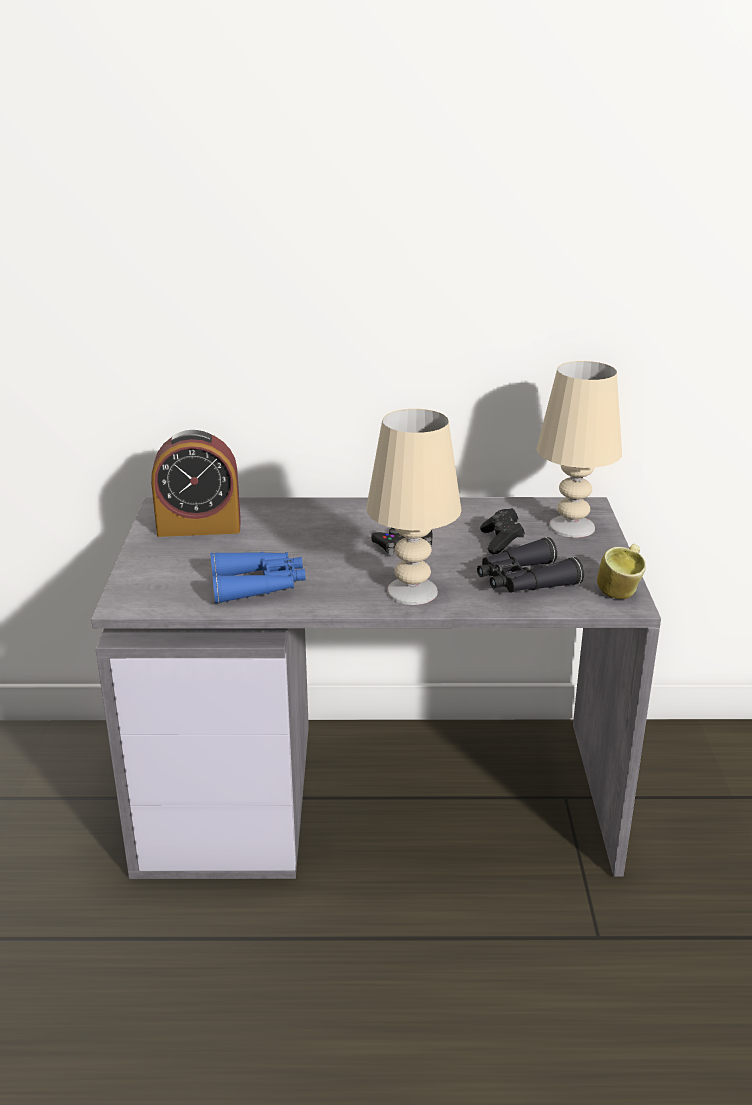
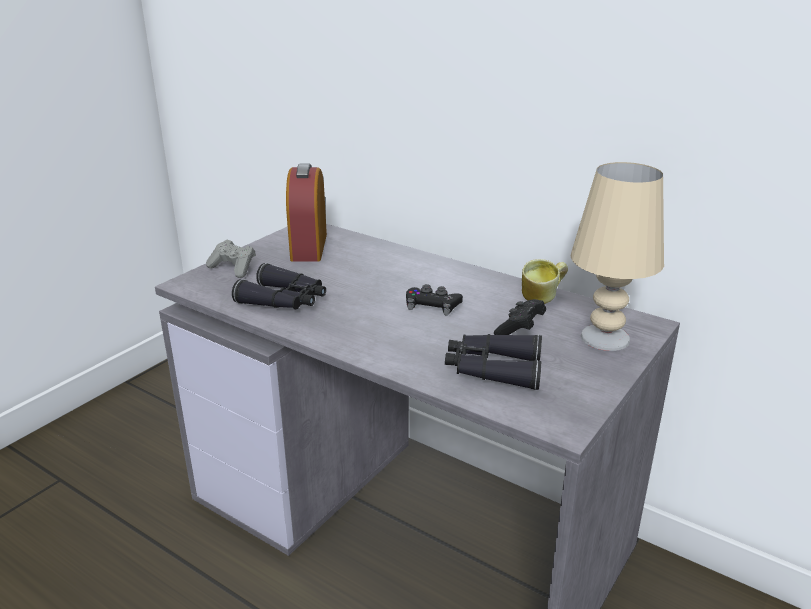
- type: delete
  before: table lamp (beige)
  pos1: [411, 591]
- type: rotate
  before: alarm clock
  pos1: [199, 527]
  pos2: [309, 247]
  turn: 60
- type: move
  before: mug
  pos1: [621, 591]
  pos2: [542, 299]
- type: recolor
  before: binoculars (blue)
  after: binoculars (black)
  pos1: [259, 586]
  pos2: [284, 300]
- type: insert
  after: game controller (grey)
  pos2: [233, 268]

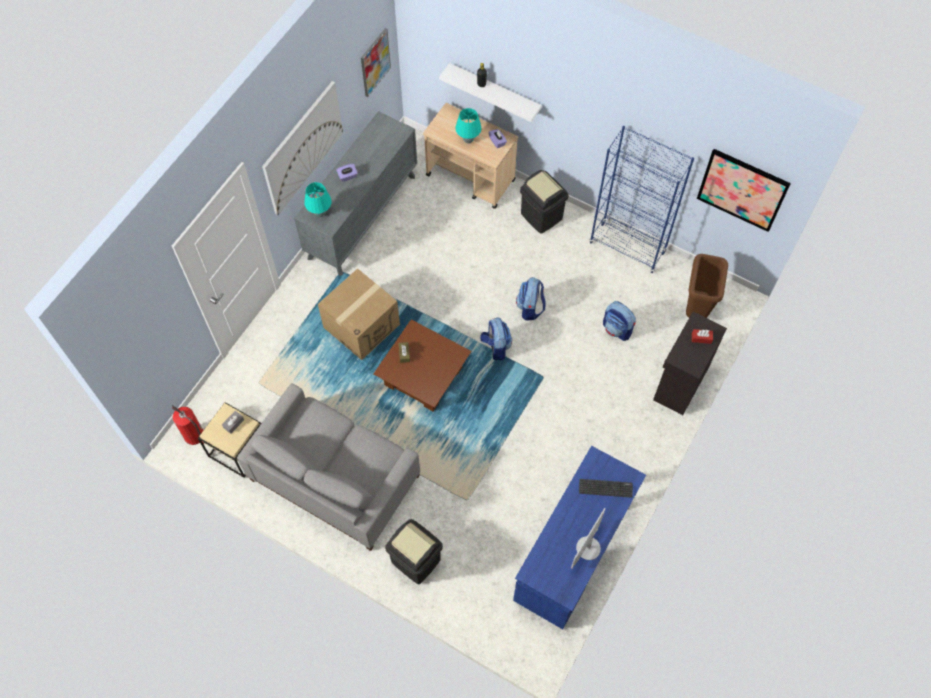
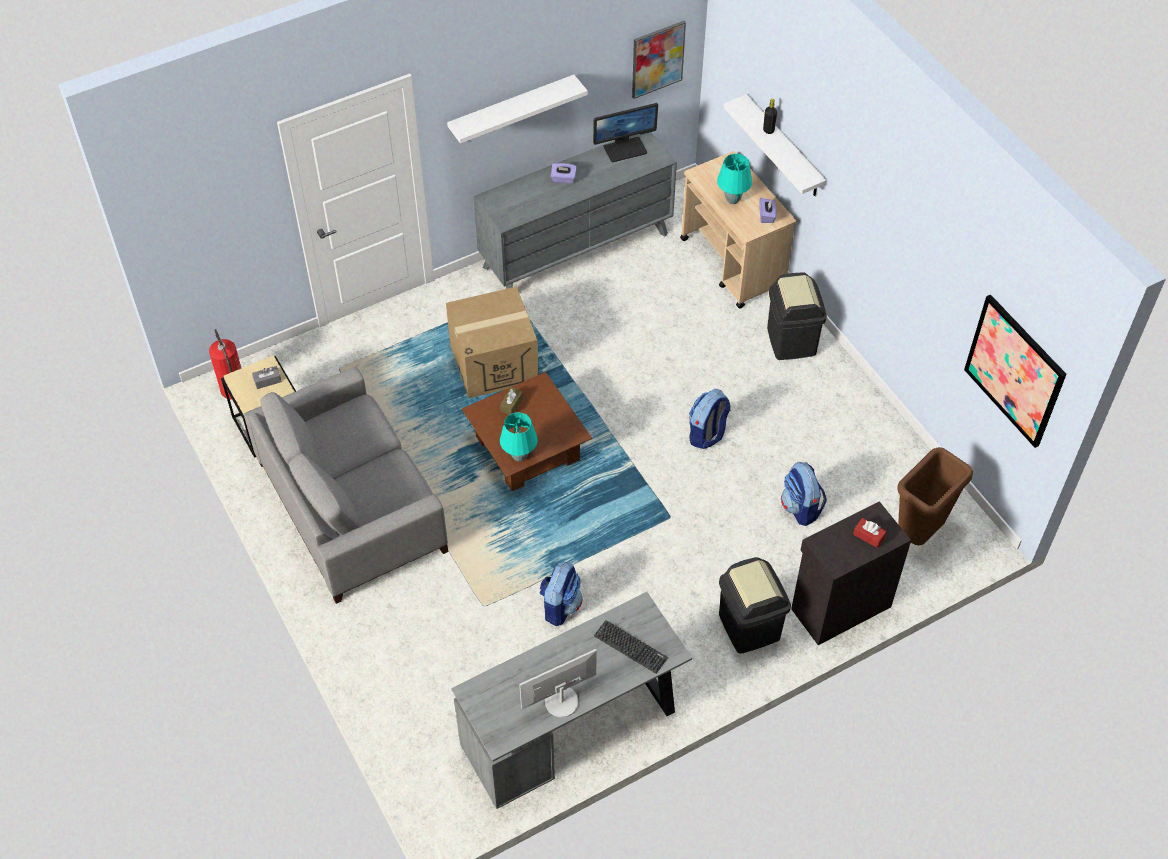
- type: replace
  before: picture
  after: shelf (white)
  pos1: [303, 148]
  pos2: [511, 110]
- type: delete
  before: bookcase (blue)
  pos1: [627, 247]
- type: move
  before: table lamp (turquoise)
  pos1: [320, 213]
  pos2: [519, 456]
- type: move
  before: backpack
  pos1: [496, 346]
  pos2: [560, 606]
- type: recolor
  before: desk (blue)
  after: desk (grey)
  pos1: [574, 550]
  pos2: [573, 728]
- type: move
  before: trash can (black)
  pos1: [415, 561]
  pos2: [748, 627]
- type: insert
  after: monitor
  pos2: [625, 149]

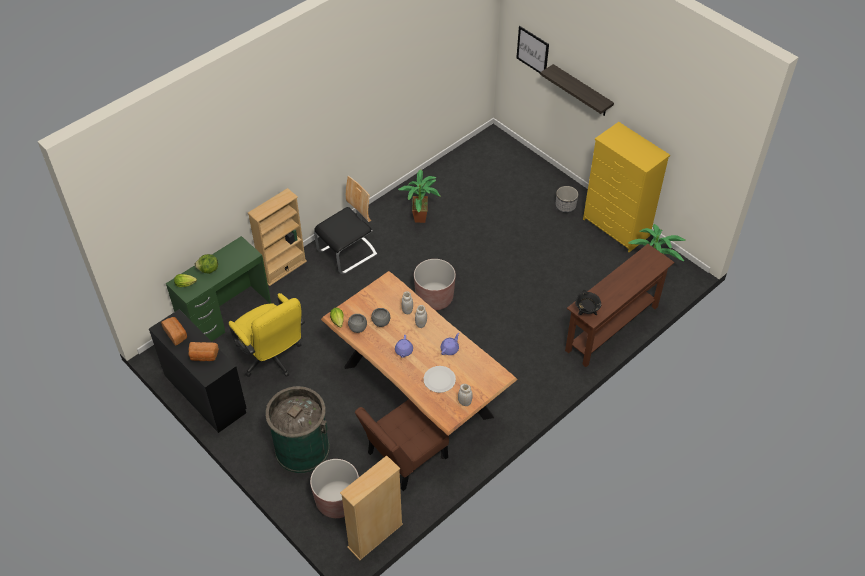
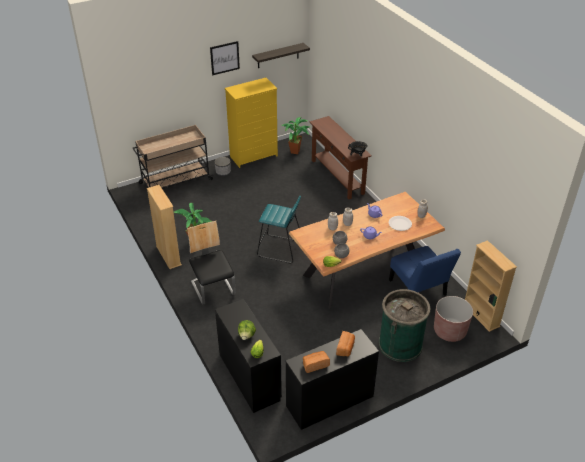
- type: move
  before: picture
  pos1: [532, 51]
  pos2: [224, 58]
- type: move
  before: shelf
  pos1: [581, 91]
  pos2: [278, 55]
- type: move
  before: bookcase (beige)
  pos1: [283, 269]
  pos2: [168, 256]
- type: recolor
  before: desk (green)
  after: desk (black)
  pos1: [226, 316]
  pos2: [249, 377]
- type: replace
  before: planter (brown)
  after: stool (turquoise)
  pos1: [434, 298]
  pos2: [280, 249]
- type: delete
  before: office chair (yellow)
  pos1: [272, 358]
- type: recolor
  before: chair (brown)
  after: chair (blue)
  pos1: [403, 458]
  pos2: [419, 290]
- type: insert
  after: cart (beige)
  pos2: [175, 182]

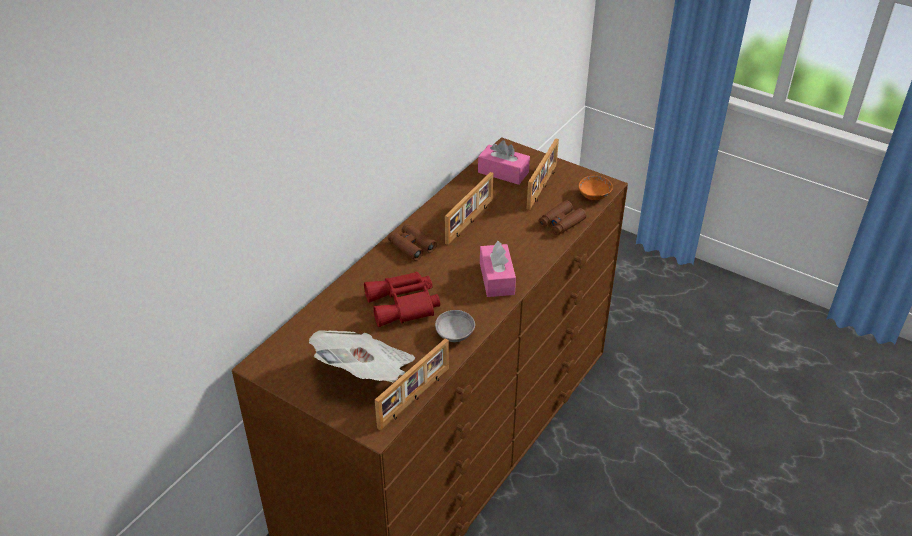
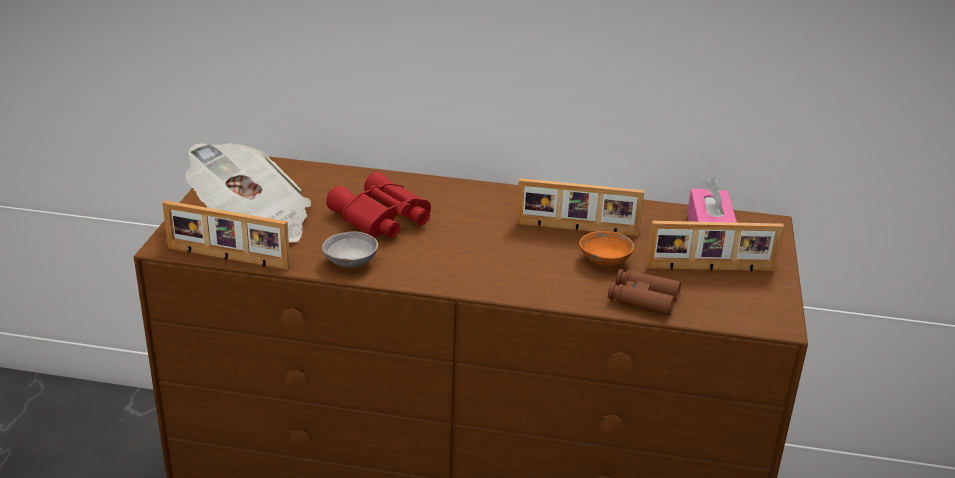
- type: move
  before: bowl (orange)
  pos1: [594, 195]
  pos2: [605, 260]
- type: delete
  before: binoculars (brown)
  pos1: [411, 246]
- type: delete
  before: tissue box (pink)
  pos1: [497, 278]

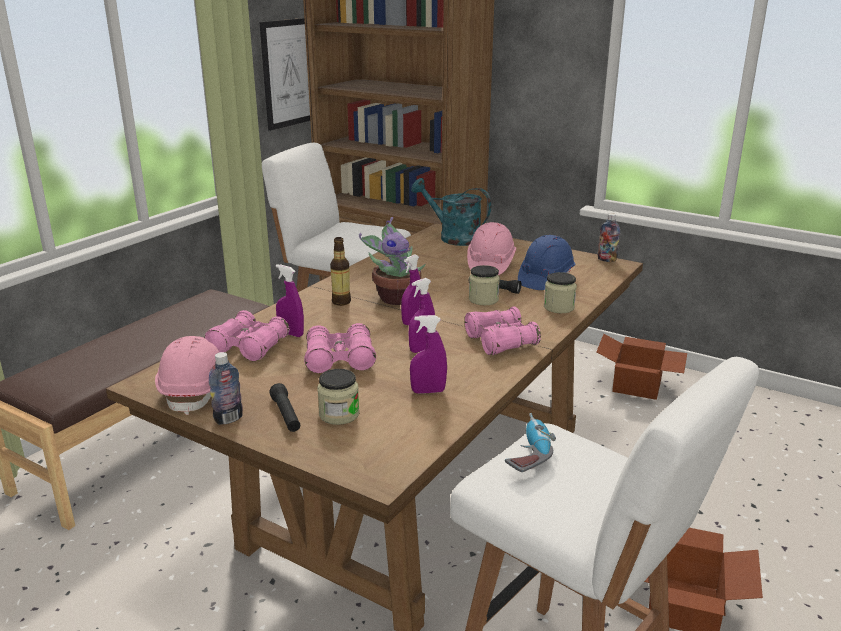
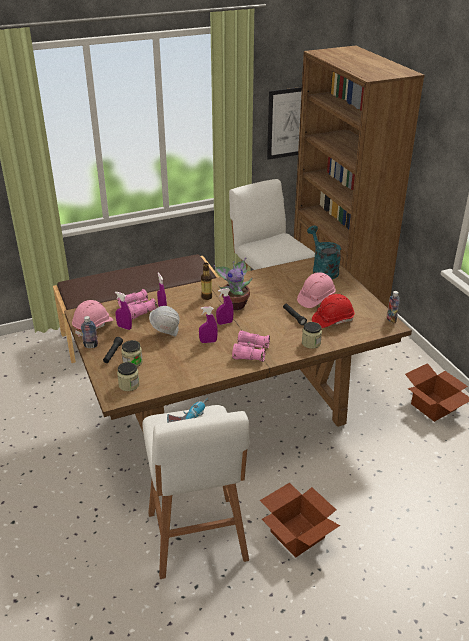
- type: recolor
  before: hard hat (blue)
  after: hard hat (red)
  pos1: [545, 279]
  pos2: [332, 320]
- type: move
  before: jar
  pos1: [483, 299]
  pos2: [129, 385]
- type: move
  before: spray bottle (purple)
  pos1: [428, 391]
  pos2: [124, 327]
- type: replace
  before: binoculars (pink)
  after: hard hat (white)
  pos1: [340, 359]
  pos2: [166, 333]

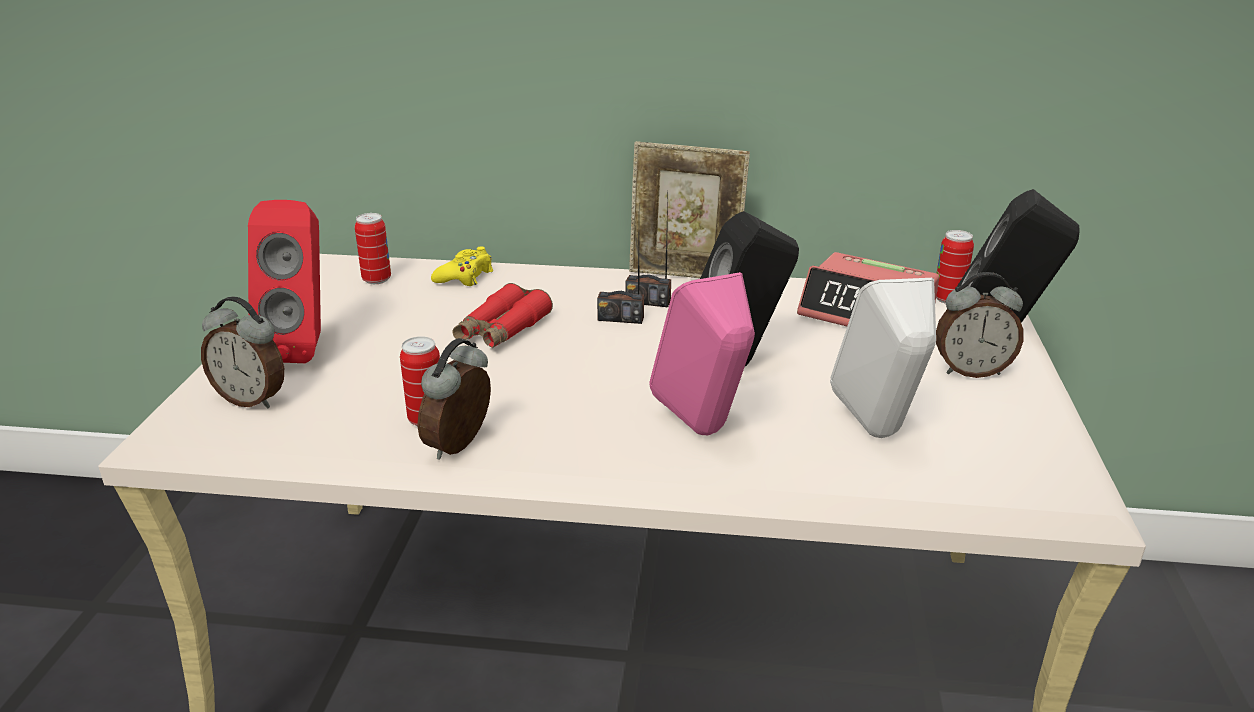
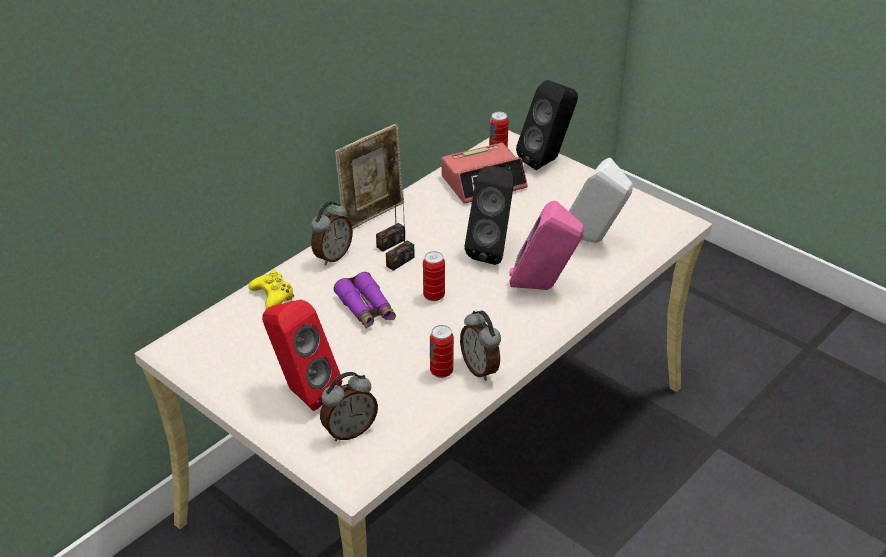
- type: move
  before: can
  pos1: [376, 279]
  pos2: [434, 296]
- type: move
  before: alarm clock
  pos1: [971, 371]
  pos2: [332, 256]
- type: recolor
  before: binoculars (red)
  after: binoculars (purple)
  pos1: [502, 330]
  pos2: [366, 308]

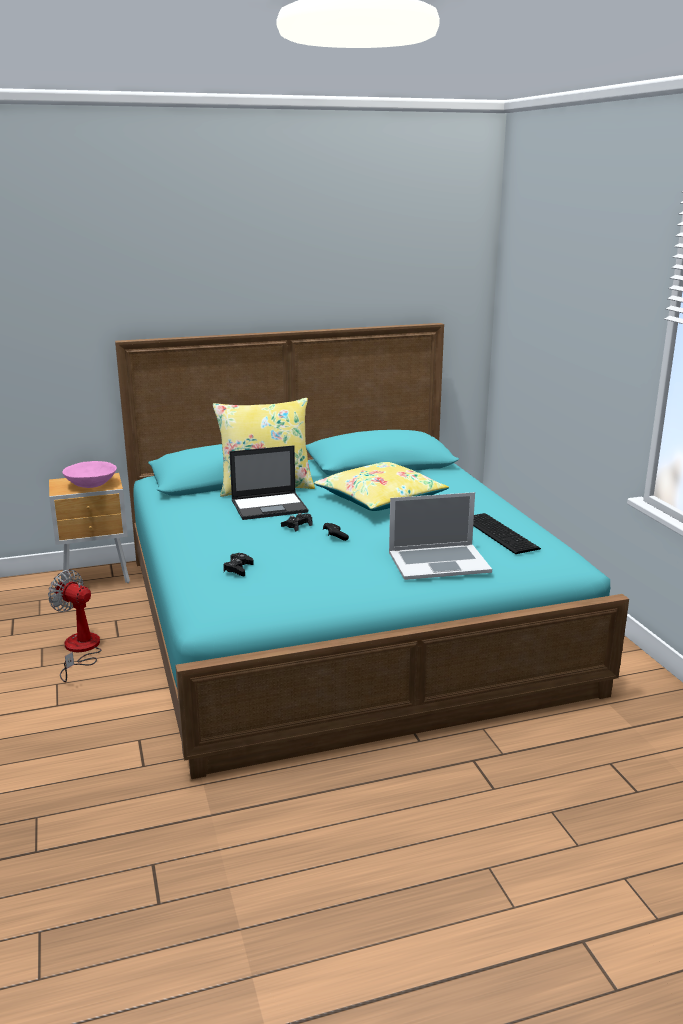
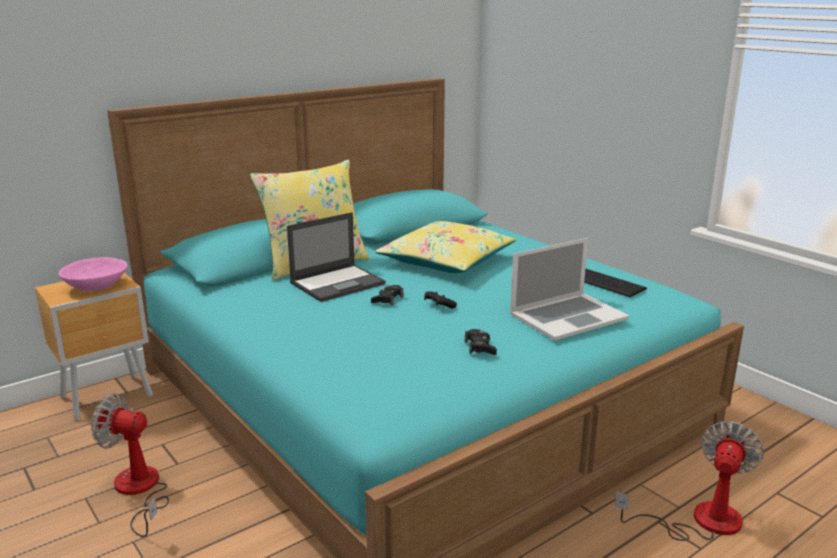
- type: move
  before: game controller (black)
  pos1: [238, 569]
  pos2: [480, 347]
- type: insert
  after: fan
  pos2: [700, 521]

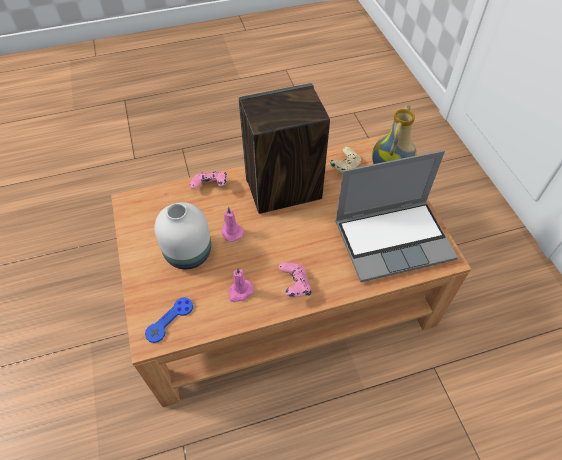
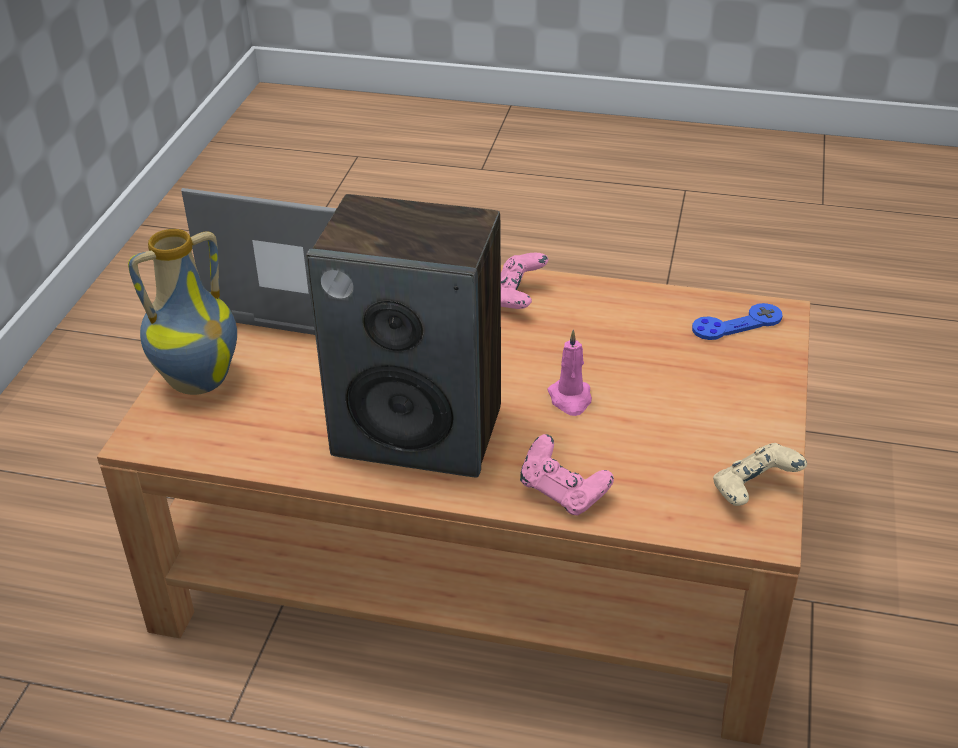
- type: move
  before: game controller (beige)
  pos1: [345, 168]
  pos2: [753, 491]
- type: delete
  before: vase (white)
  pos1: [190, 253]
- type: delete
  before: candle (pink)
  pos1: [240, 292]

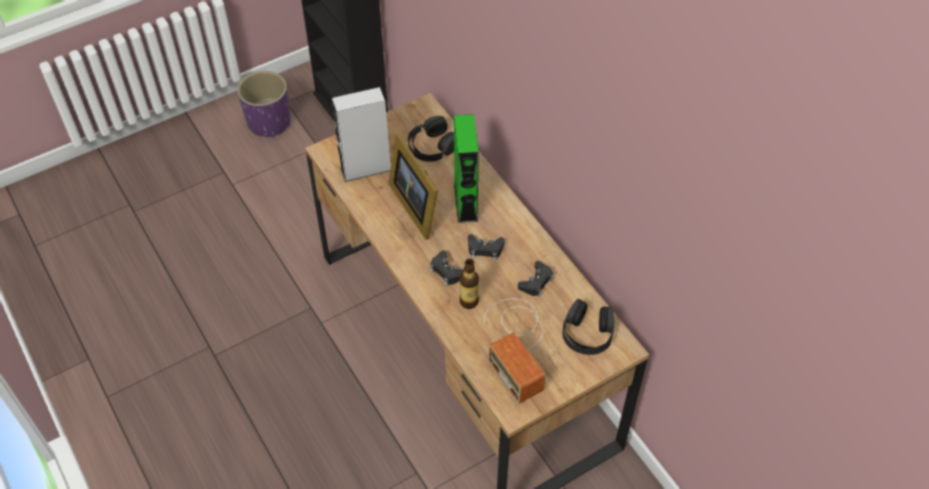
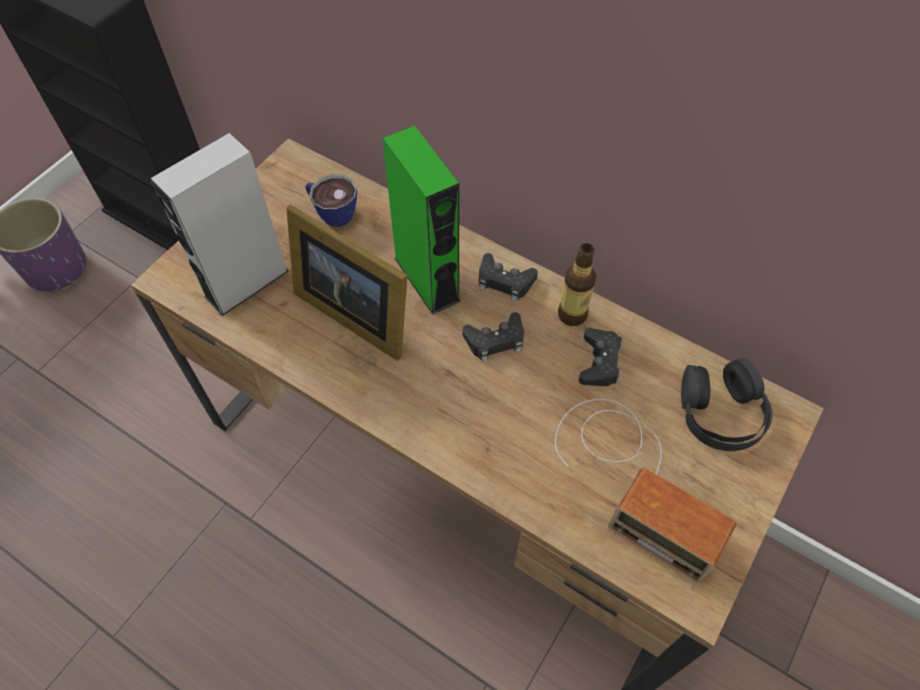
- type: replace
  before: headphones (black)
  after: cup
  pos1: [432, 146]
  pos2: [332, 212]
- type: move
  before: game controller (black)
  pos1: [447, 271]
  pos2: [504, 281]
- type: move
  before: bottle
  pos1: [469, 301]
  pos2: [572, 314]

